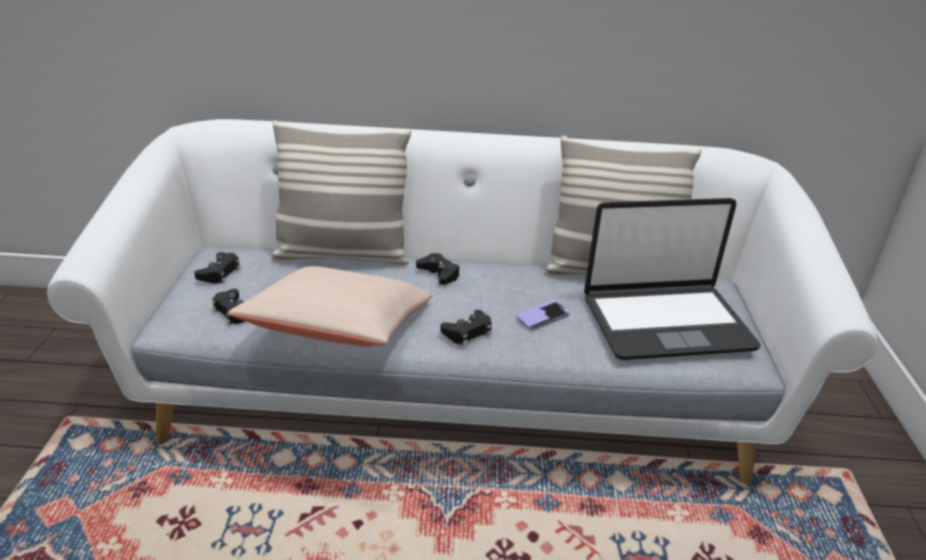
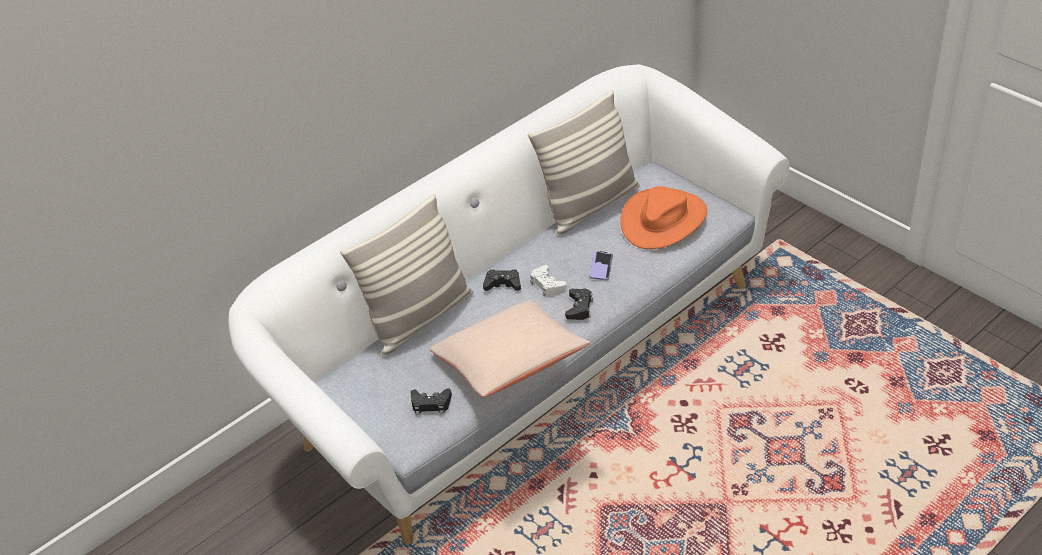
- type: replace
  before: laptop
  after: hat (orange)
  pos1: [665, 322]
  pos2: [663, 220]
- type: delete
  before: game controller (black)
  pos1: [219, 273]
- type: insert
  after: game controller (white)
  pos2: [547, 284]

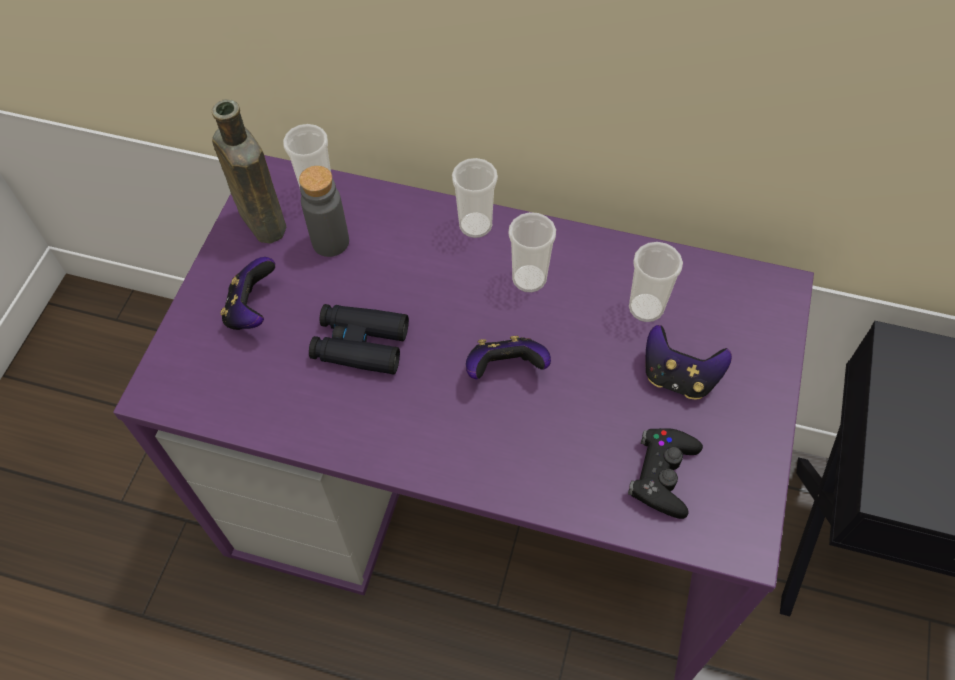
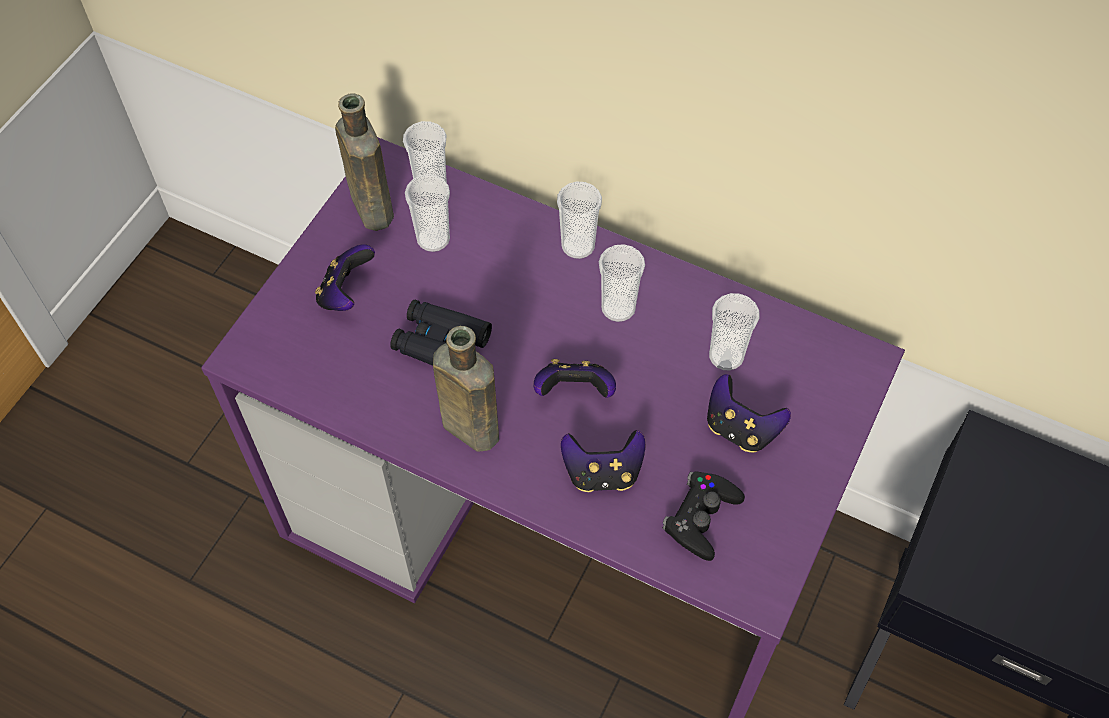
- type: replace
  before: bottle (grey)
  after: cup
  pos1: [330, 242]
  pos2: [433, 239]
- type: insert
  after: bottle (brown)
  pos2: [467, 426]
- type: insert
  after: game controller
  pos2: [602, 473]

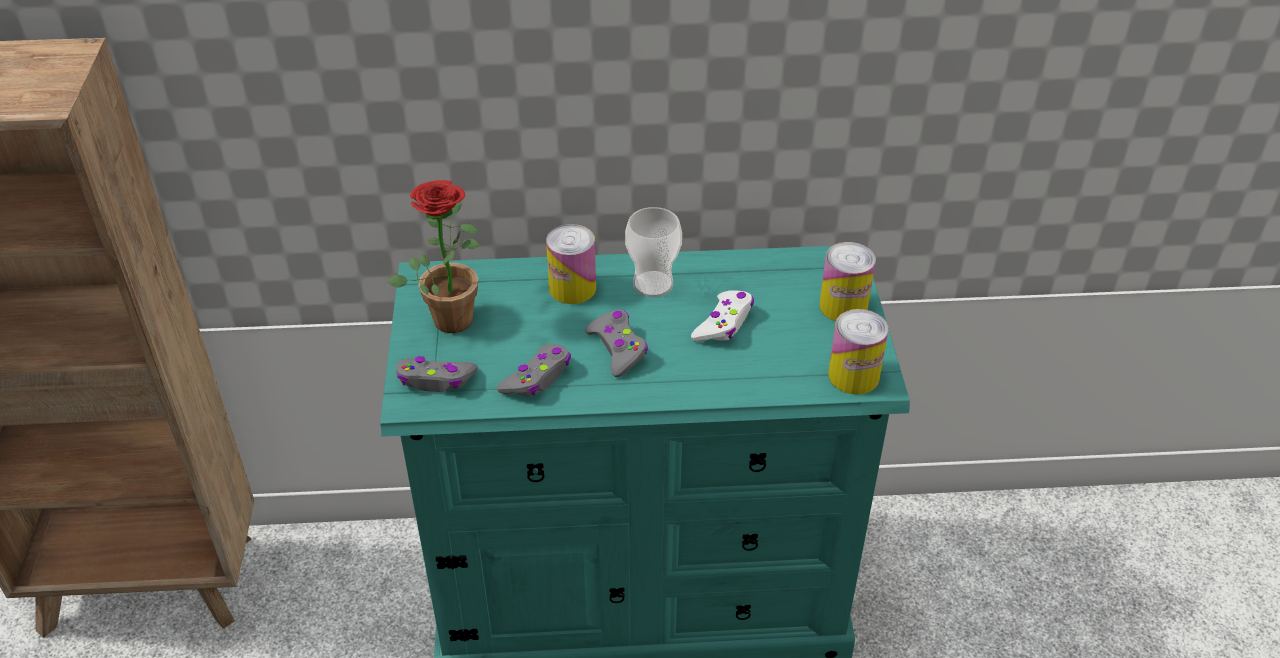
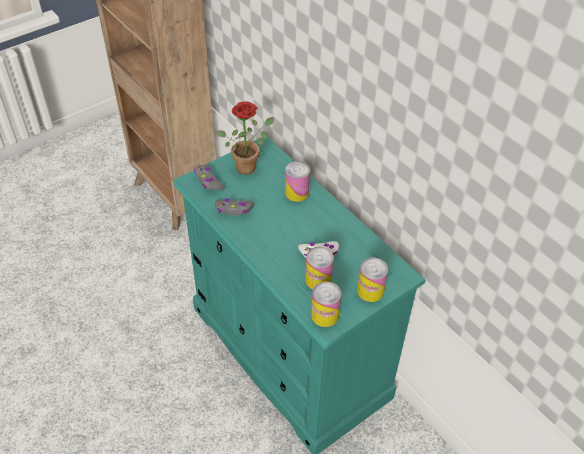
- type: delete
  before: cup
  pos1: [653, 284]
- type: delete
  before: game controller (grey)
  pos1: [618, 349]
- type: insert
  after: can
  pos2: [318, 279]

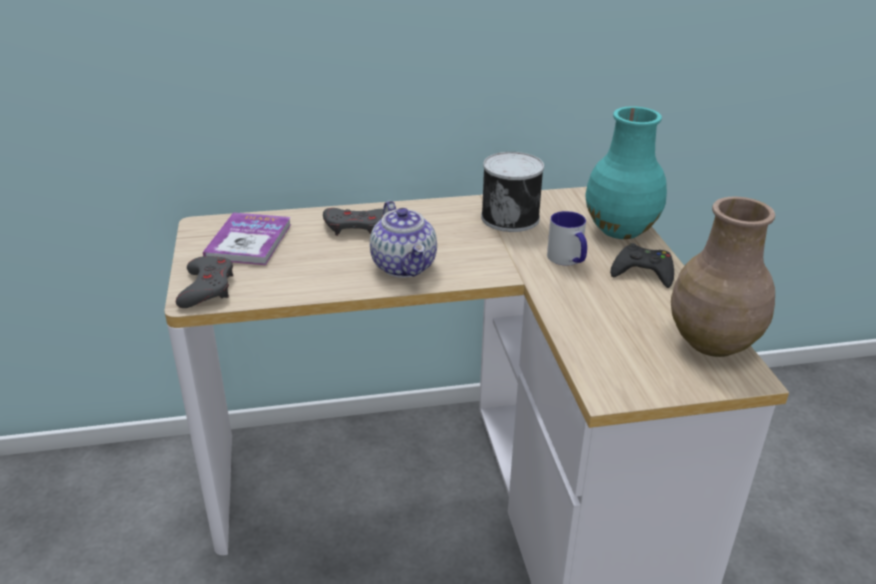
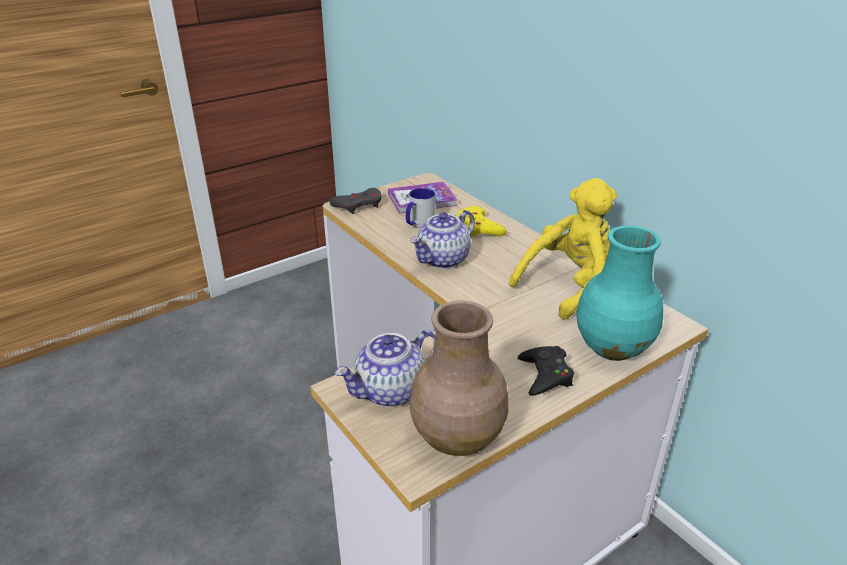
- type: replace
  before: can
  after: plush toy (yellow)
  pos1: [511, 217]
  pos2: [567, 285]
- type: recolor
  before: game controller (grey)
  after: game controller (yellow)
  pos1: [357, 226]
  pos2: [479, 227]
- type: move
  before: mug
  pos1: [568, 260]
  pos2: [418, 224]
- type: insert
  after: teapot
  pos2: [390, 391]

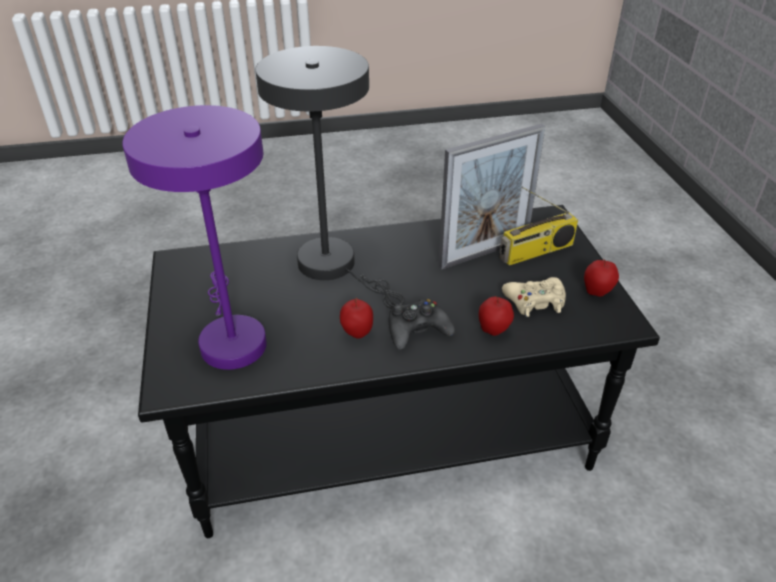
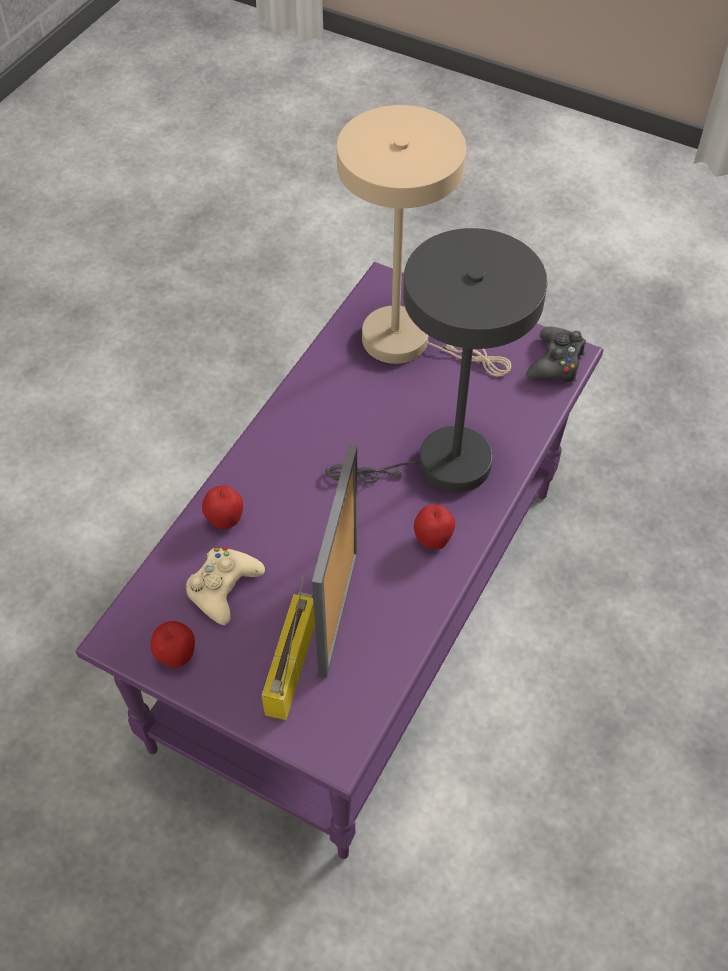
- type: recolor
  before: table lamp (purple)
  after: table lamp (beige)
  pos1: [230, 338]
  pos2: [408, 341]
- type: recolor
  before: coffee table (black)
  after: coffee table (purple)
  pos1: [389, 427]
  pos2: [364, 617]
- type: move
  before: apple
  pos1: [357, 334]
  pos2: [433, 540]
- type: move
  before: game controller (black)
  pos1: [417, 330]
  pos2: [556, 363]

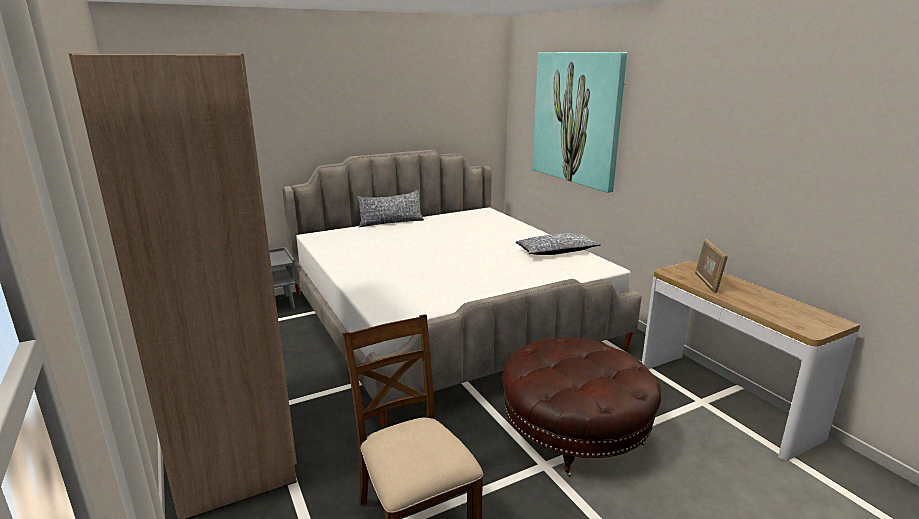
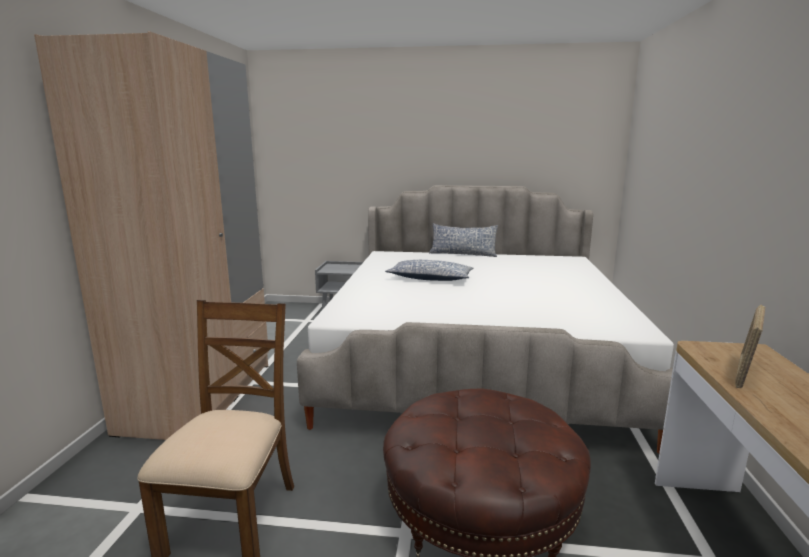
- type: delete
  before: picture
  pos1: [577, 118]
- type: move
  before: pillow
  pos1: [556, 252]
  pos2: [430, 279]

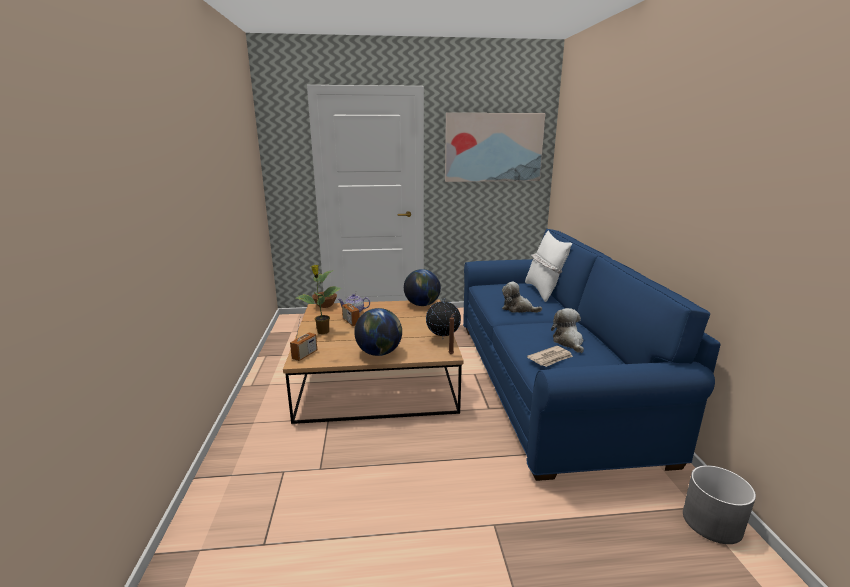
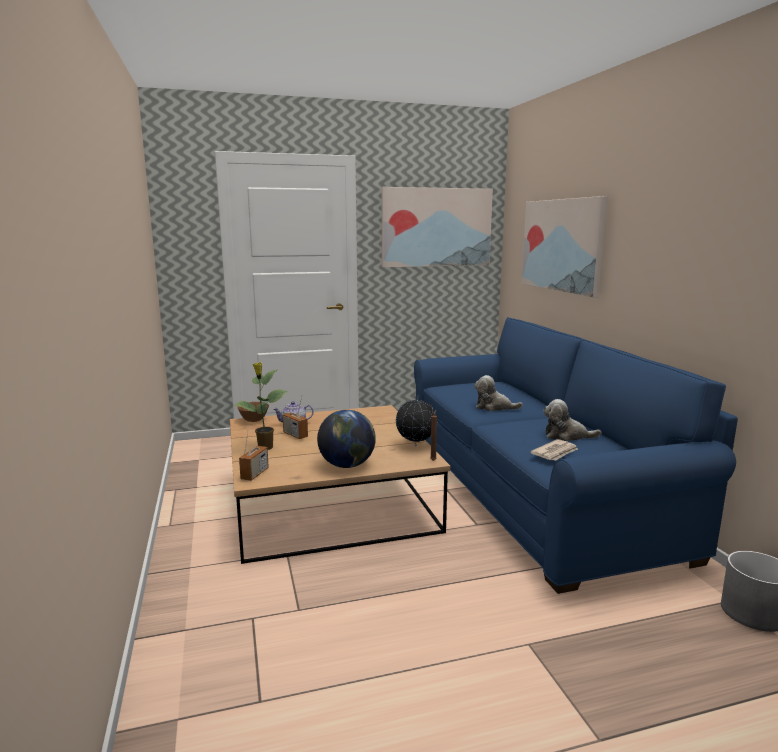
- type: delete
  before: pillow (white)
  pos1: [544, 291]
- type: delete
  before: globe
  pos1: [422, 304]
- type: rotate
  before: plush toy
  pos1: [568, 342]
  pos2: [566, 436]
  turn: -60
- type: insert
  after: picture
  pos2: [562, 245]

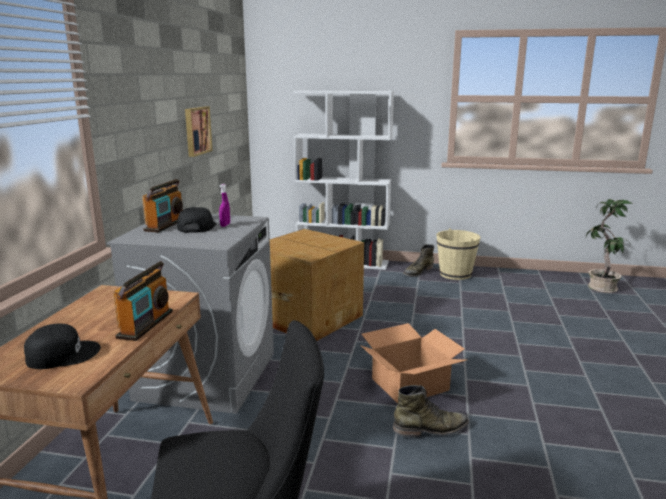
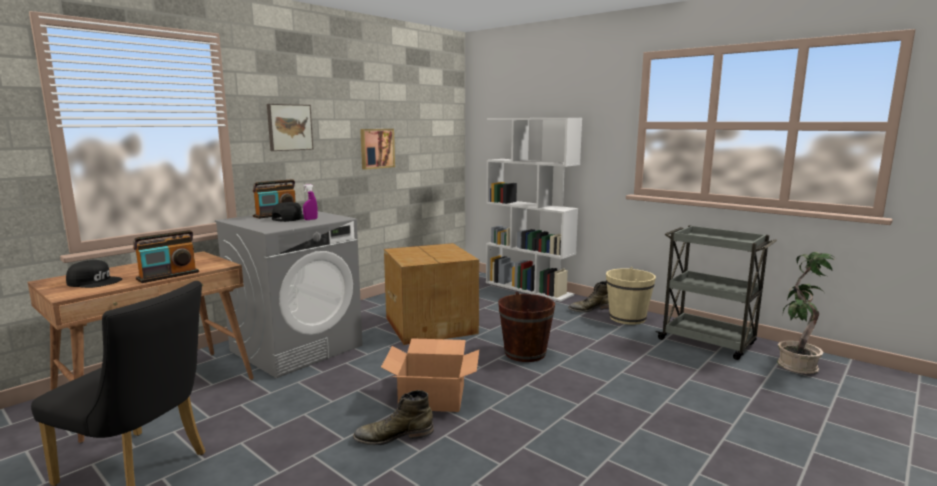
- type: rotate
  before: boot (green)
  pos1: [431, 429]
  pos2: [394, 436]
  turn: 150
- type: insert
  after: picture
  pos2: [289, 127]
- type: insert
  after: cart (grey)
  pos2: [708, 342]
- type: insert
  after: bucket (brown)
  pos2: [525, 353]

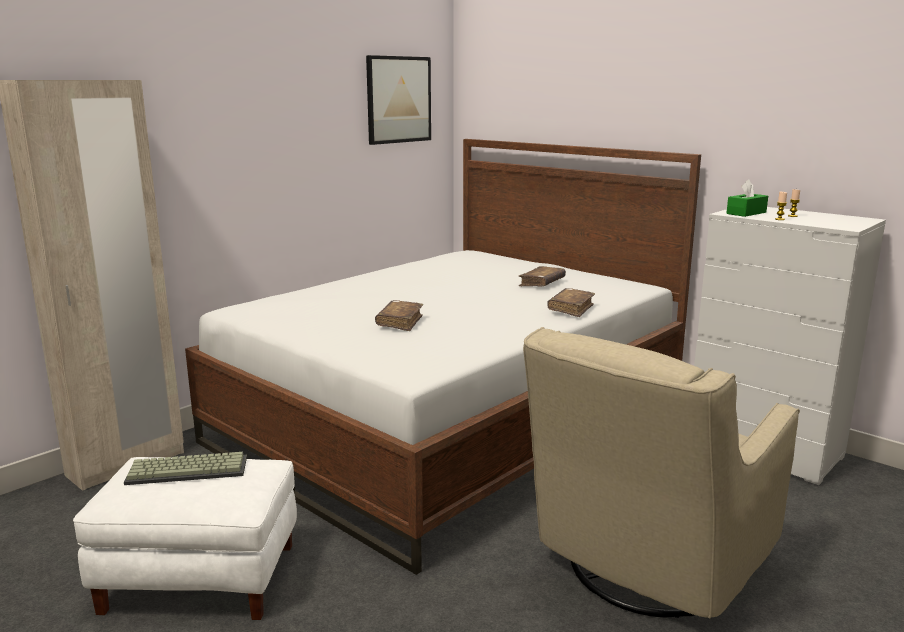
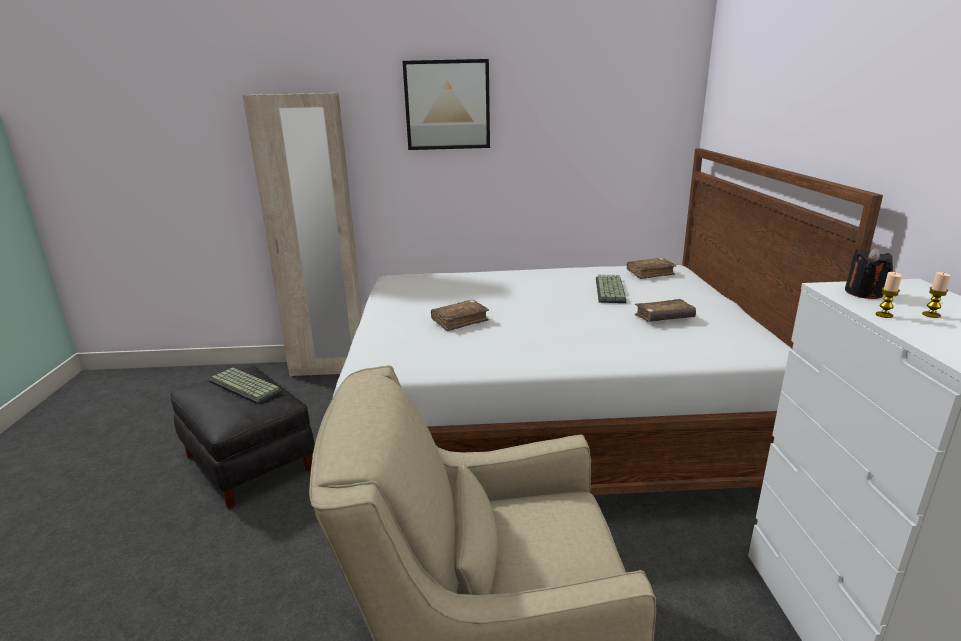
- type: move
  before: picture
  pos1: [398, 99]
  pos2: [447, 105]
- type: replace
  before: tissue box (green)
  after: candle (black)
  pos1: [746, 213]
  pos2: [863, 293]
- type: move
  before: book (brown)
  pos1: [571, 309]
  pos2: [650, 273]
- type: recolor
  before: ottoman (white)
  after: ottoman (black)
  pos1: [201, 577]
  pos2: [250, 462]
- type: insert
  after: keyboard
  pos2: [611, 290]

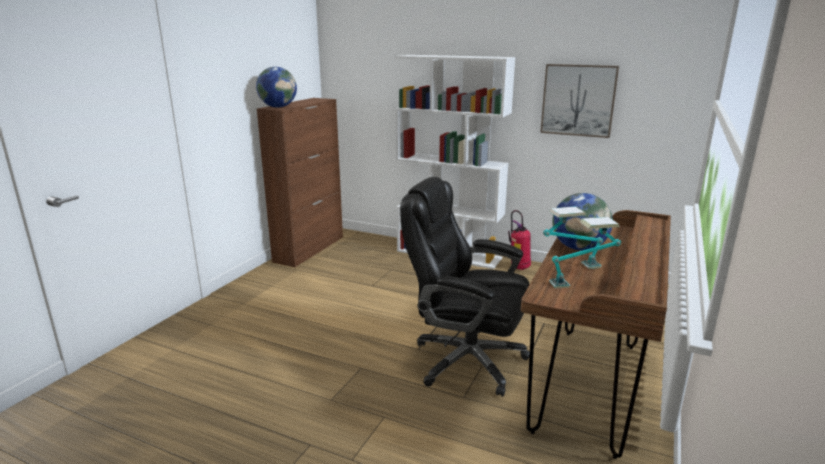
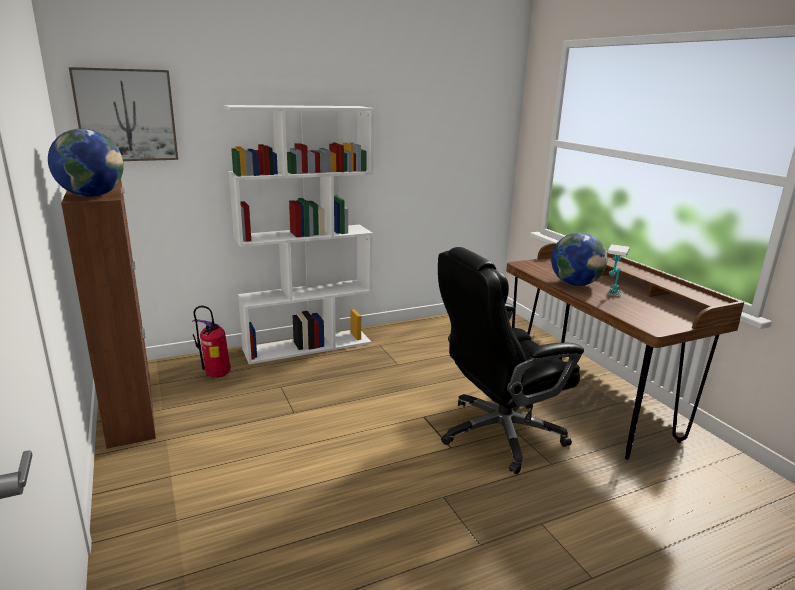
- type: move
  before: picture
  pos1: [578, 100]
  pos2: [126, 115]
- type: move
  before: fire extinguisher
  pos1: [518, 268]
  pos2: [216, 375]
- type: delete
  before: table lamp
  pos1: [582, 283]

